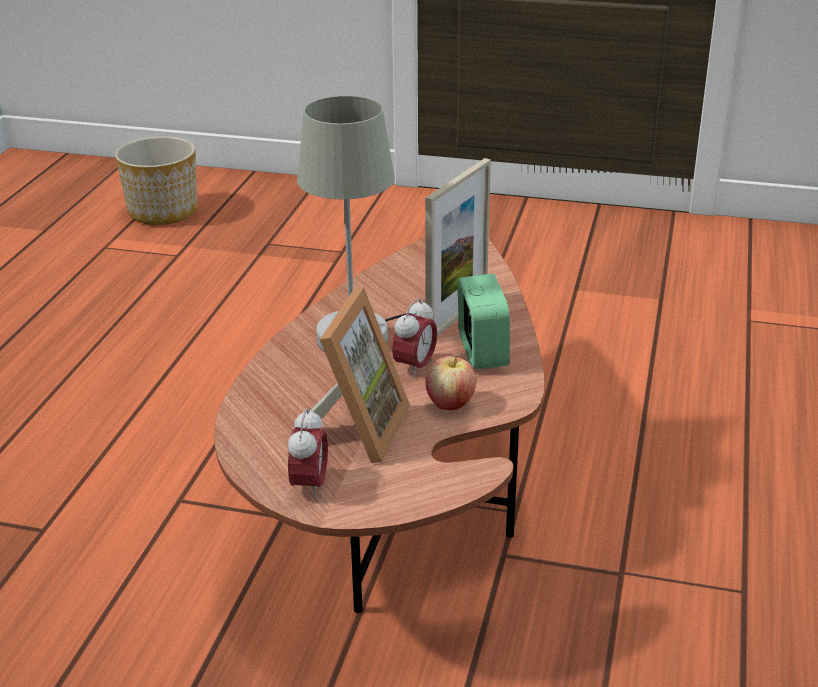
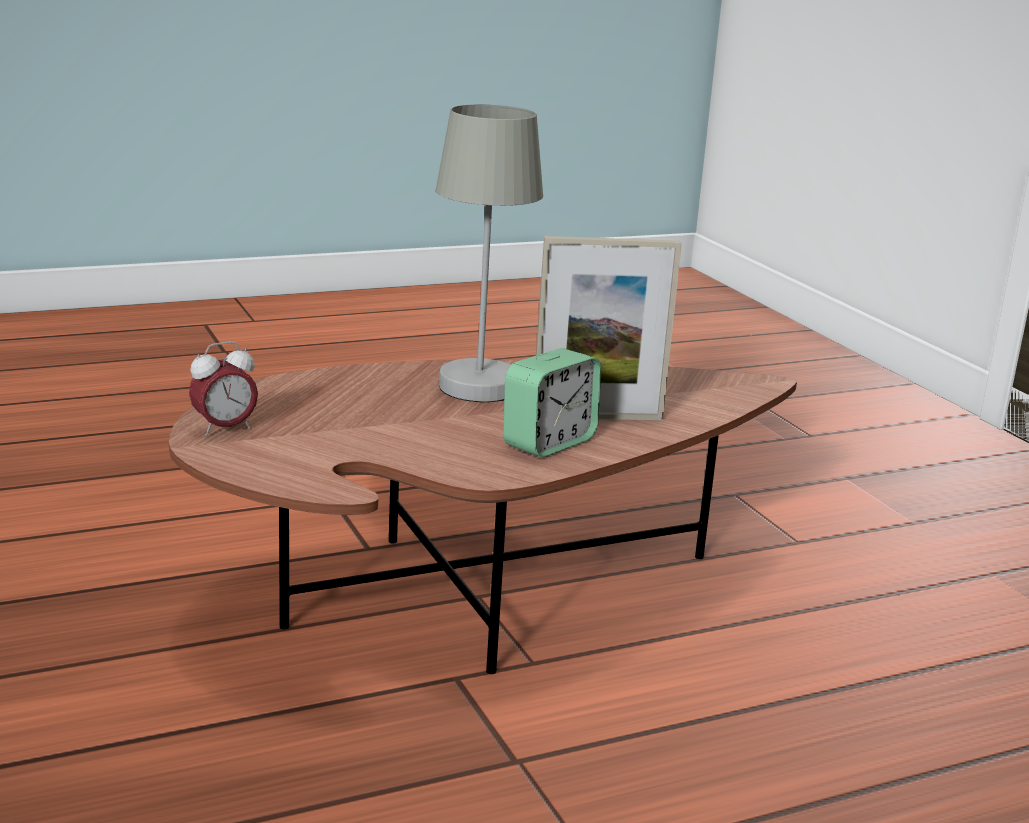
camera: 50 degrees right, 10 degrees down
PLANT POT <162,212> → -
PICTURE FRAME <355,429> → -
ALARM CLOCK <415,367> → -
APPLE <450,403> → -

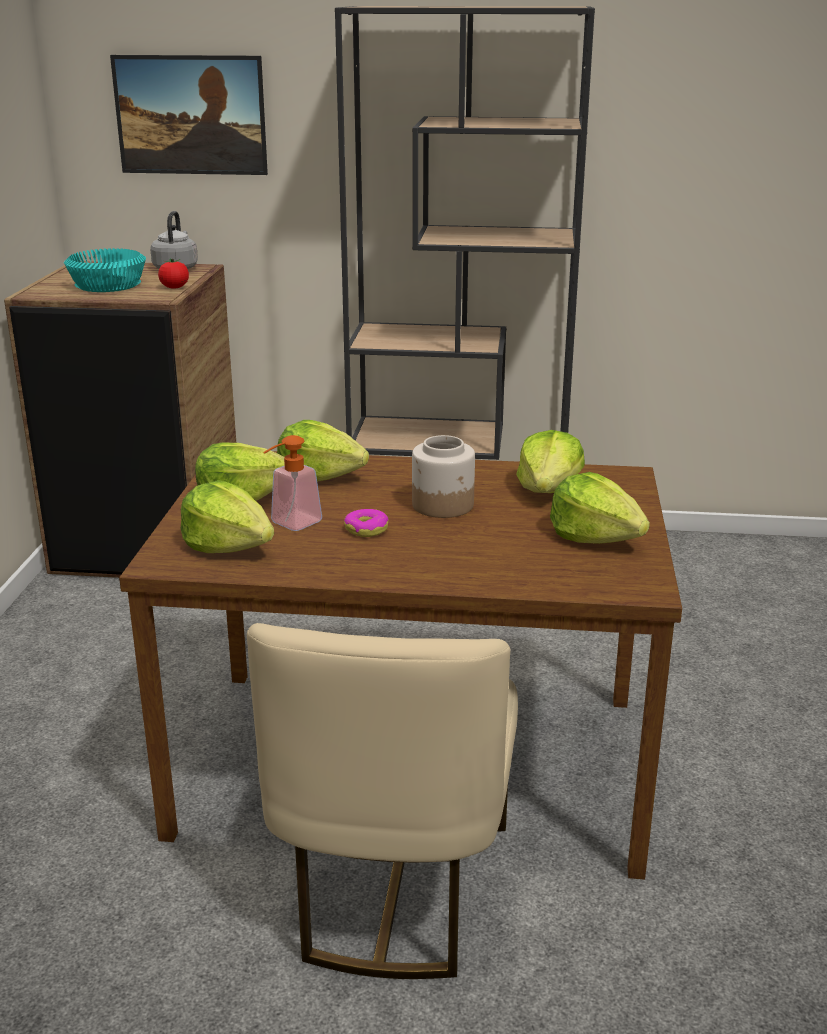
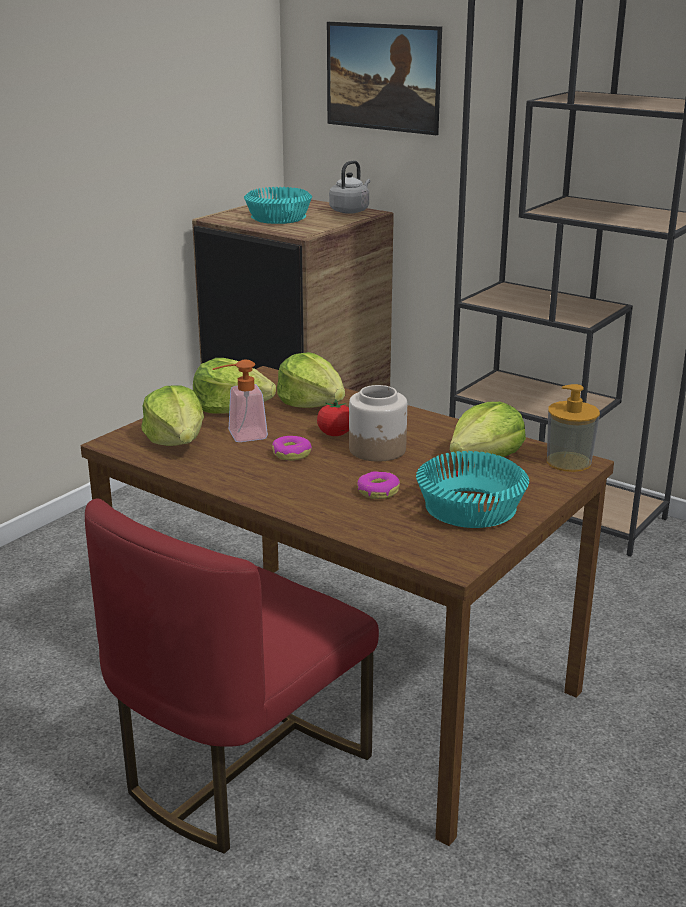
camera: 30 degrees right, 0 degrees up
- → DONUT <378,491>
- → SOAP DISPENSER <568,462>
WHOLE TOMATO <174,288> → WHOLE TOMATO <335,434>, move
HEAD OF LETTUCE <595,537> → BLUE-GREEN DEEP DISH <470,508>
SAND-COLOURED CHAIR <393,888> → RED CHAIR <239,768>

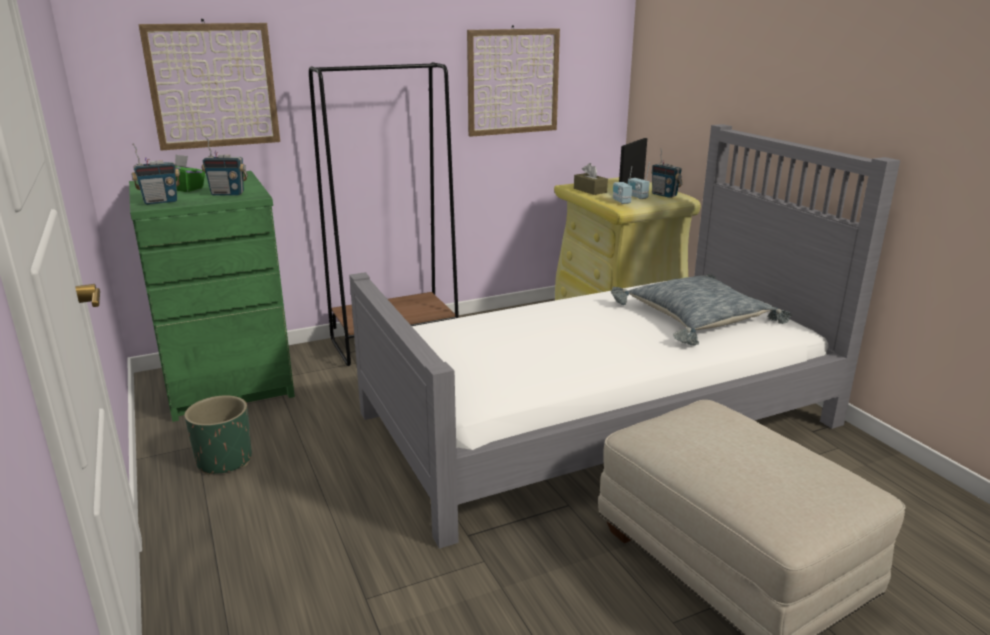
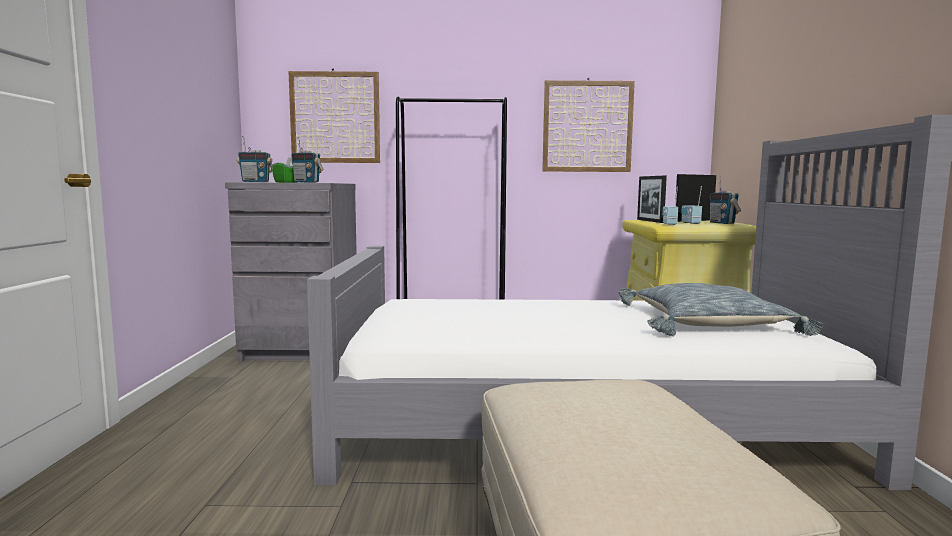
camera: 25 degrees right, 15 degrees down
GREEN-COLOURED PLANT POT <225,460> → -
BROWN-COLOURED TISSUE HOLDER <590,190> → PICTURE FRAME <650,221>
GREEN-COLOURED DRESSER <229,382> → GREYISH DRESSER <303,348>

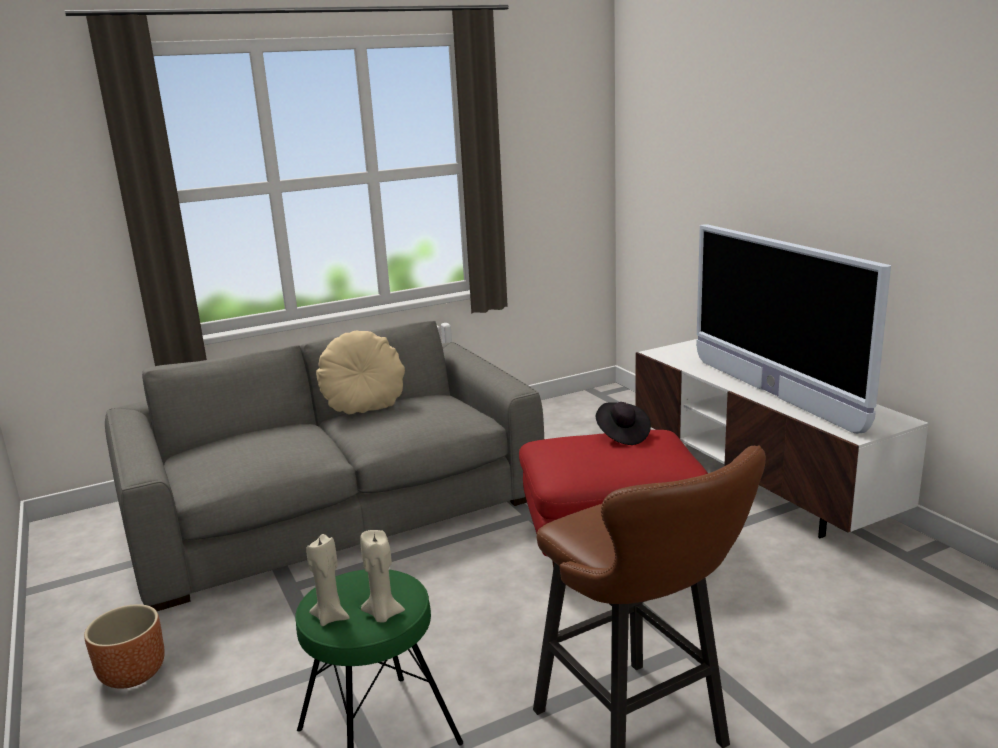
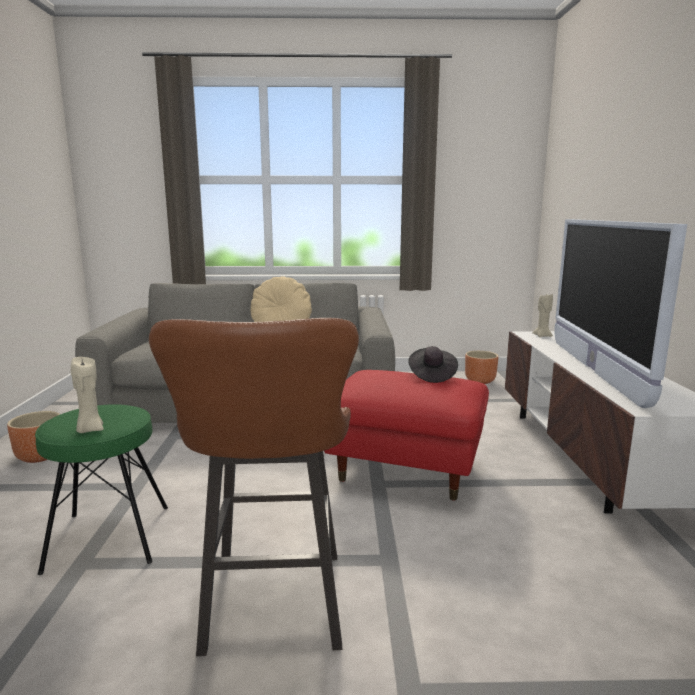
camera: 25 degrees right, 5 degrees down
- → BROWN-COLOURED PLANT POT <479,381>
SAND-COLOURED WAX CANDLE <330,617> → SAND-COLOURED WAX CANDLE <542,336>, move

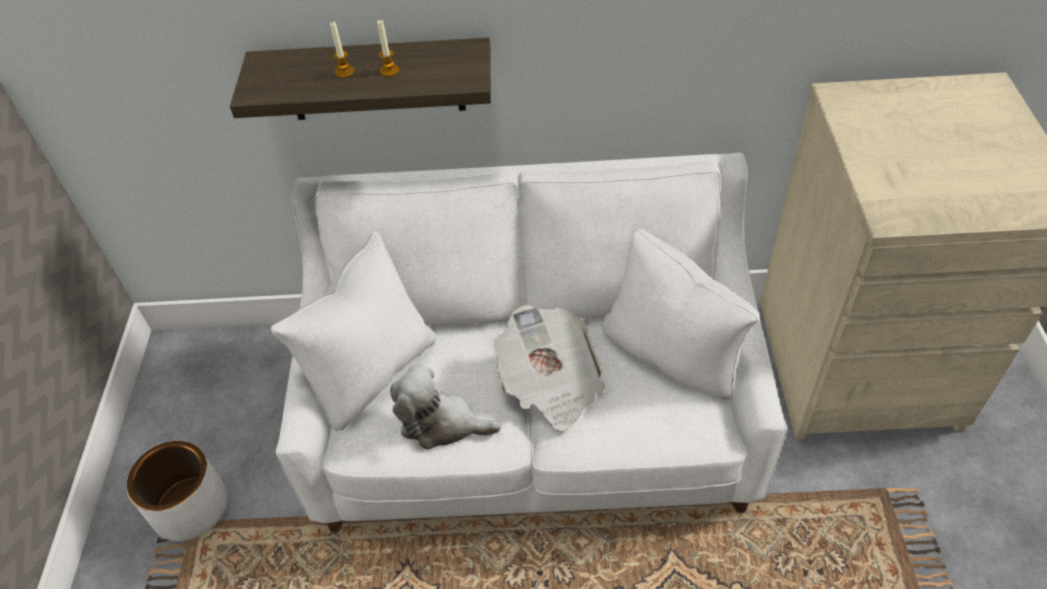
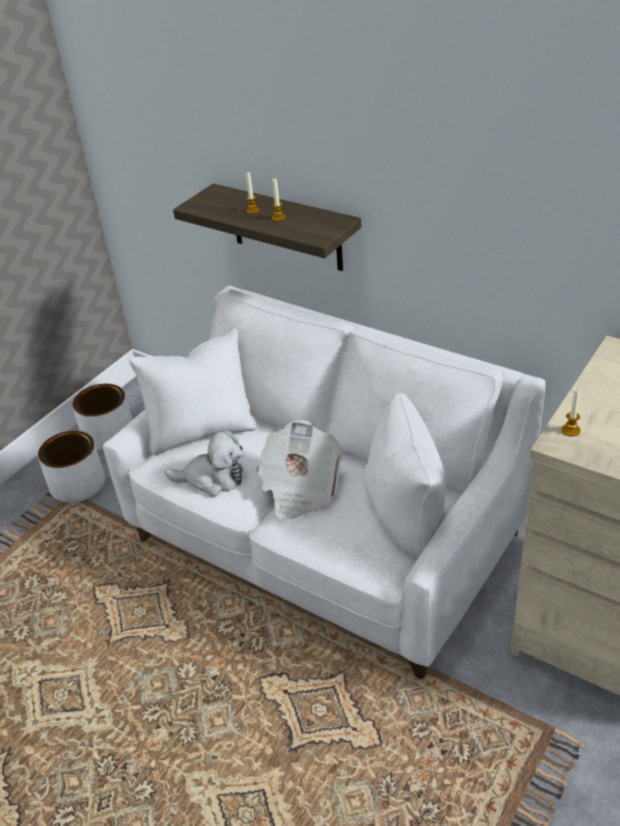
camera: 35 degrees right, 10 degrees down
- → WHITE PLANT POT <108,435>
- → WAX CANDLE <570,430>
CUDDLY TOY <442,423> → CUDDLY TOY <212,478>, 135 degrees clockwise

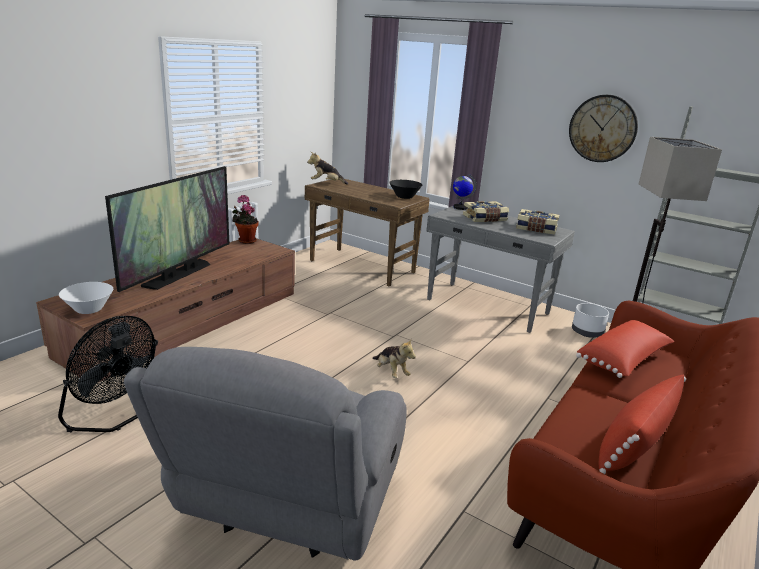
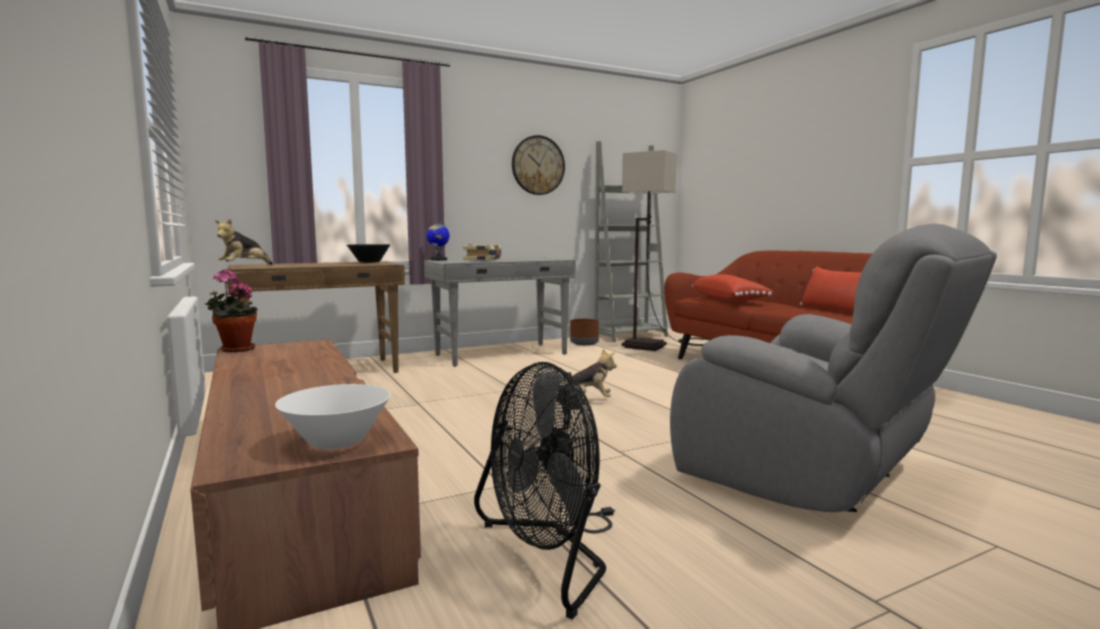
camera: 60 degrees left, 15 degrees down
TV SET <178,275> → -
VOLUME <536,229> → -
WHITE PLANT POT <586,332> → BROWN-COLOURED PLANT POT <584,343>

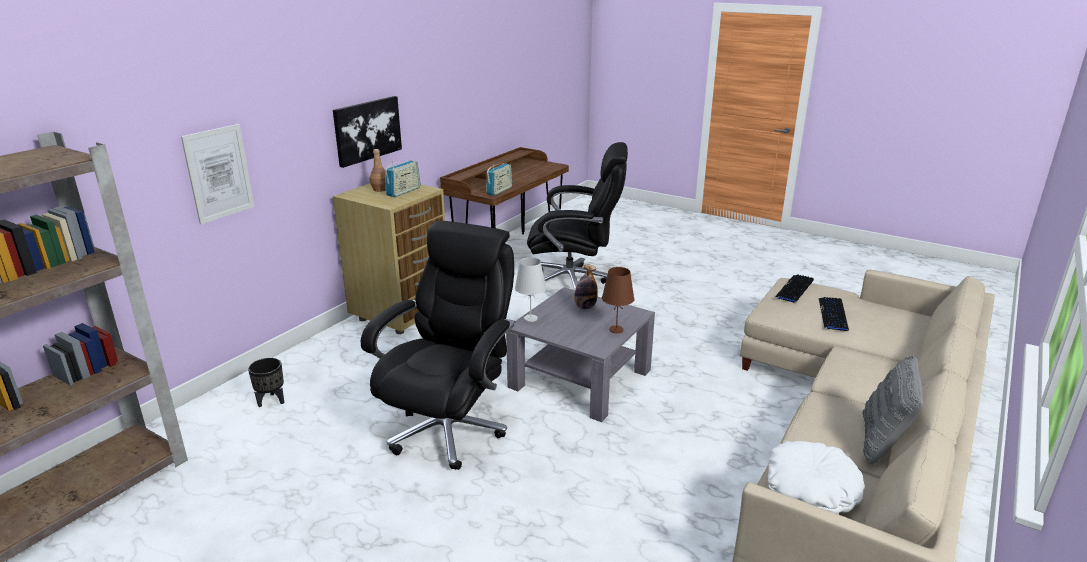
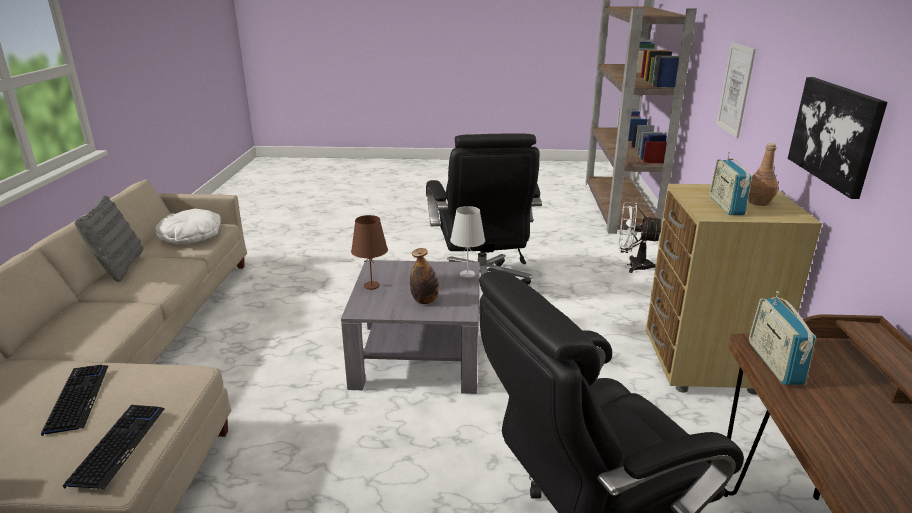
camera: 150 degrees right, 0 degrees up
BLACK PLANT POT <271,401> → WHITE ELECTRIC FAN <633,265>

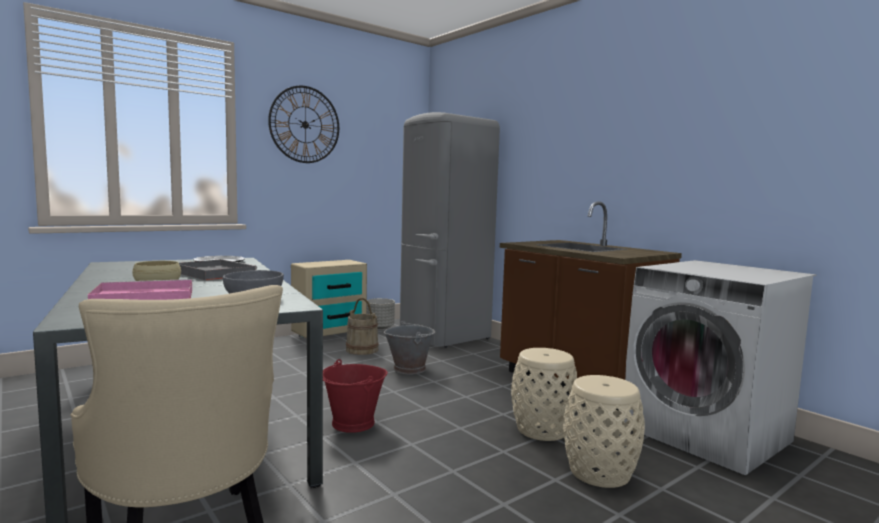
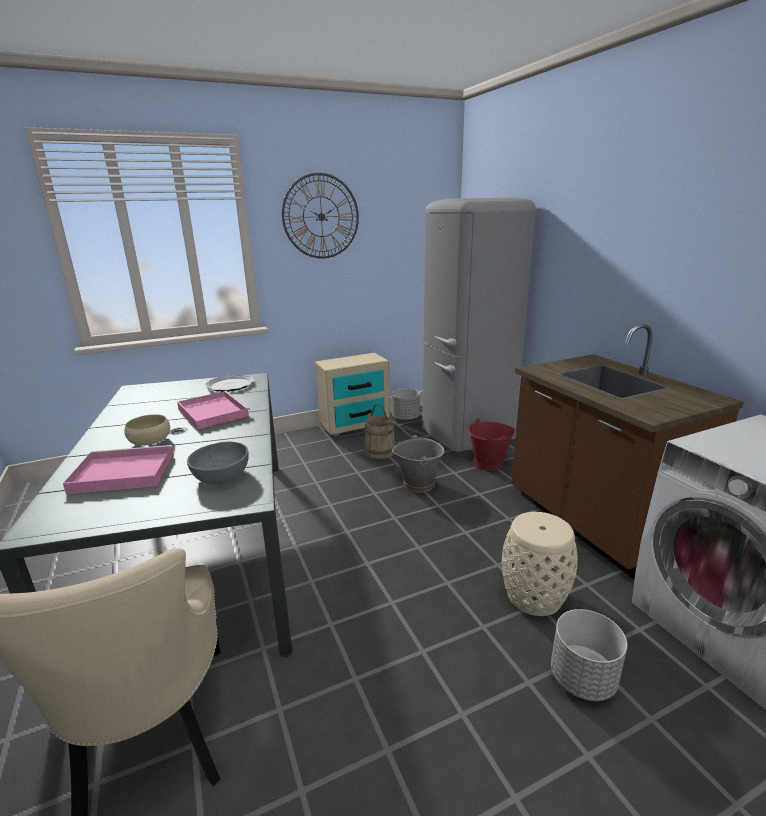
camera: 15 degrees right, 15 degrees up
RED PAIL <353,423> → RED PAIL <488,463>, move
SAND-COLOURED STOOL <599,472> → GREYISH PLANT POT <582,678>
GREYISH TRAY <213,273> → PINK-COLOURED TRAY <212,412>

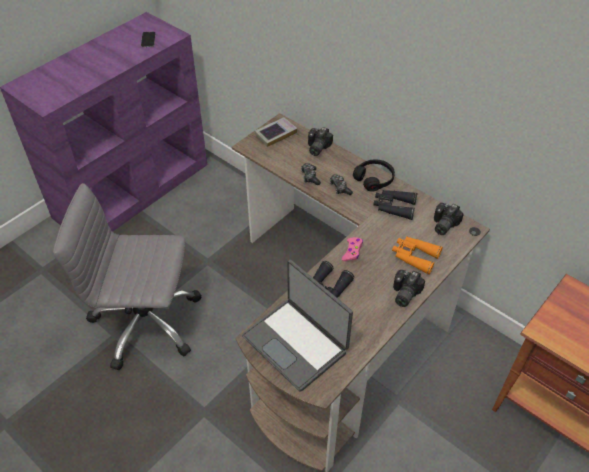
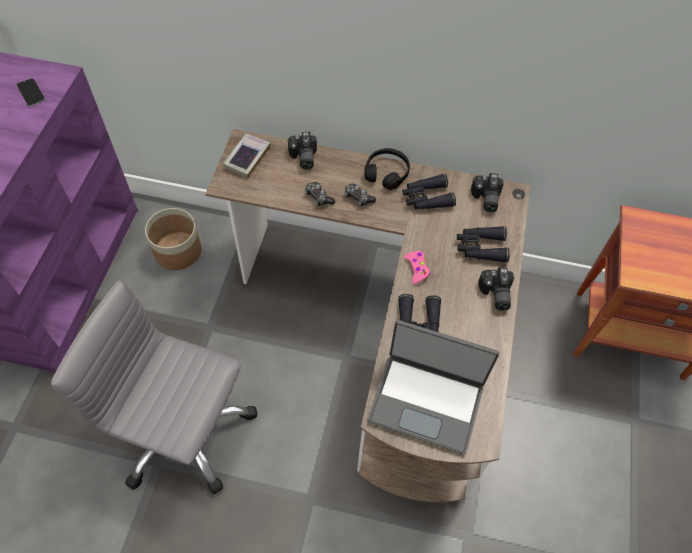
camera: 30 degrees left, 10 degrees up
- → PLANT POT <178,251>
ORANGE PAIR OF BINOCULARS <414,257> → BLACK PAIR OF BINOCULARS <480,247>
GREYISH DESK CHAIR <146,322> → GREYISH DESK CHAIR <184,431>, 45 degrees clockwise

